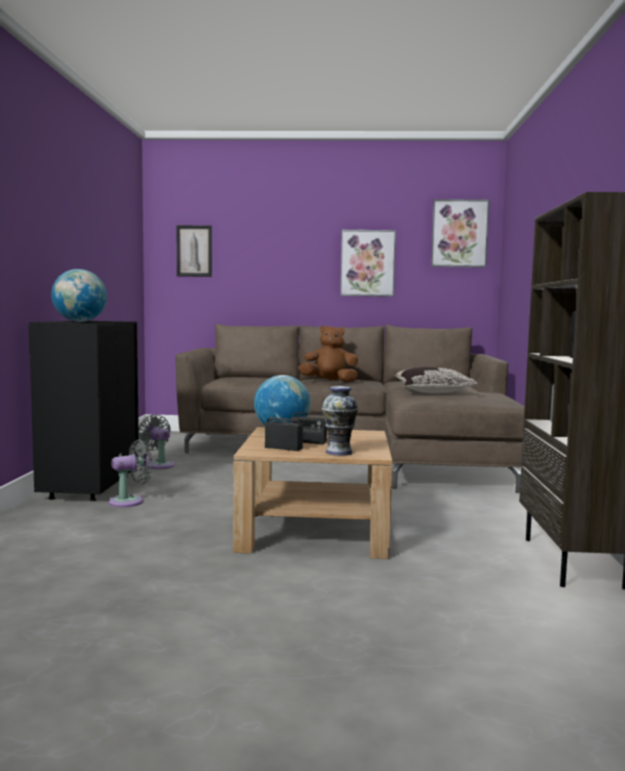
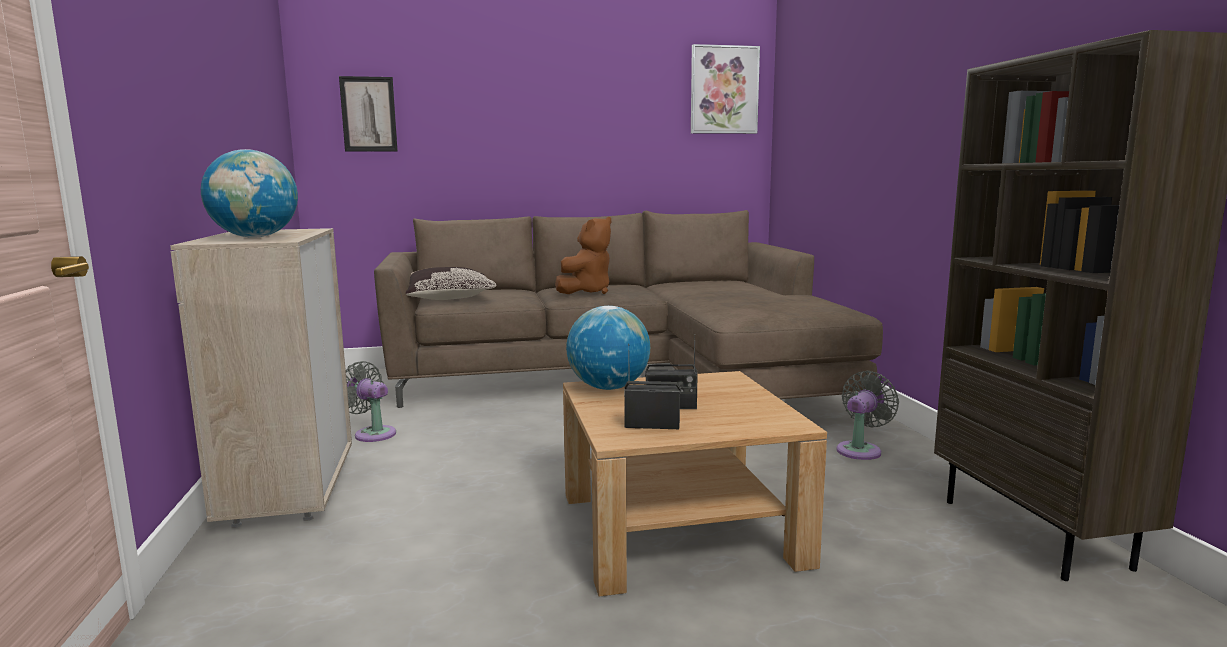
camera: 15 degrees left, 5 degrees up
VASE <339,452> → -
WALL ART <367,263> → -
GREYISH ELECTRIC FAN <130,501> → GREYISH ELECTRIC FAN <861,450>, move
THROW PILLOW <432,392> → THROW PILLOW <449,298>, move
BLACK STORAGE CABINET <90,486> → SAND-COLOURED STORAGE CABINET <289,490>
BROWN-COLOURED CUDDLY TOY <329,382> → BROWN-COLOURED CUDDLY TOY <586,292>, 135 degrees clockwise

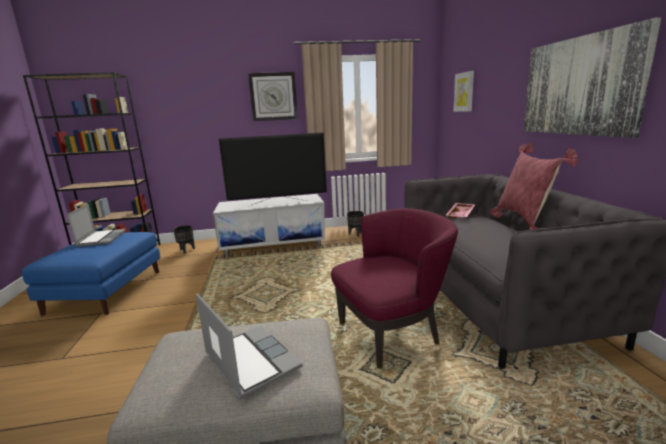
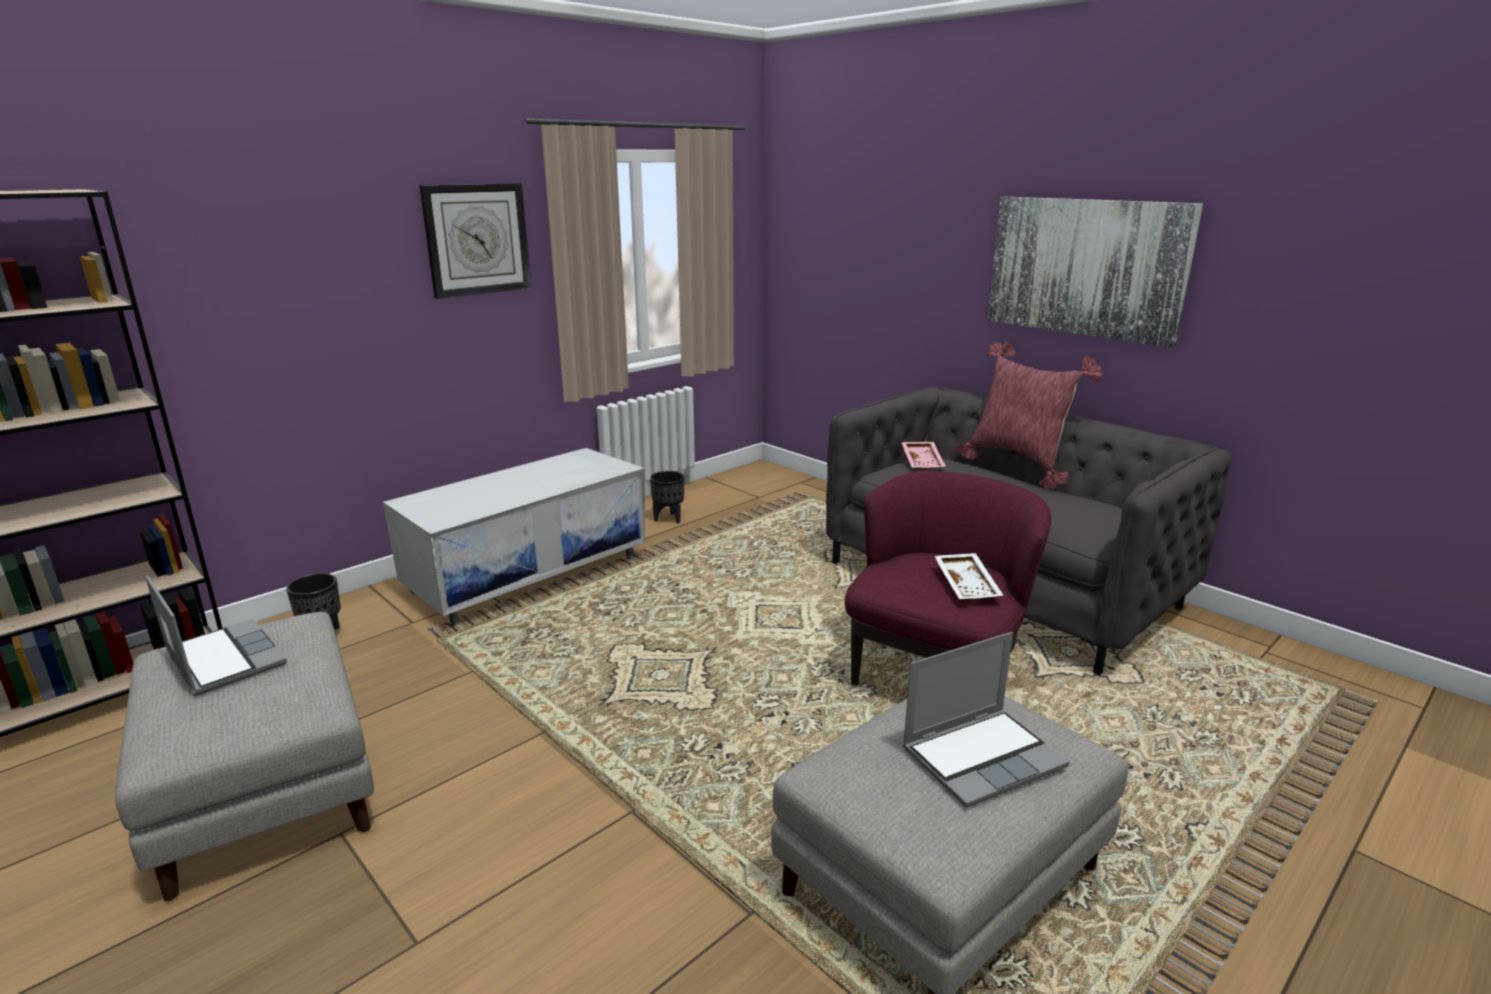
camera: 35 degrees left, 5 degrees up
TV SET <278,203> → -
WALL ART <464,92> → -
- → WHITE TRAY <968,585>
BLUISH FOOTREST <107,291> → GREYISH FOOTREST <264,787>
PORTABLE COMPUTER <249,361> → PORTABLE COMPUTER <983,757>, 135 degrees clockwise

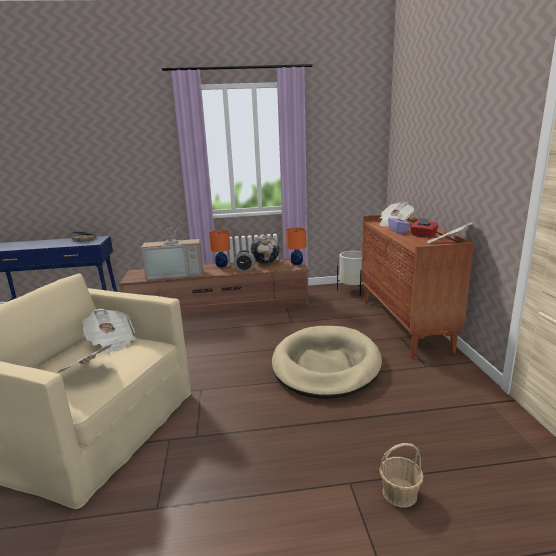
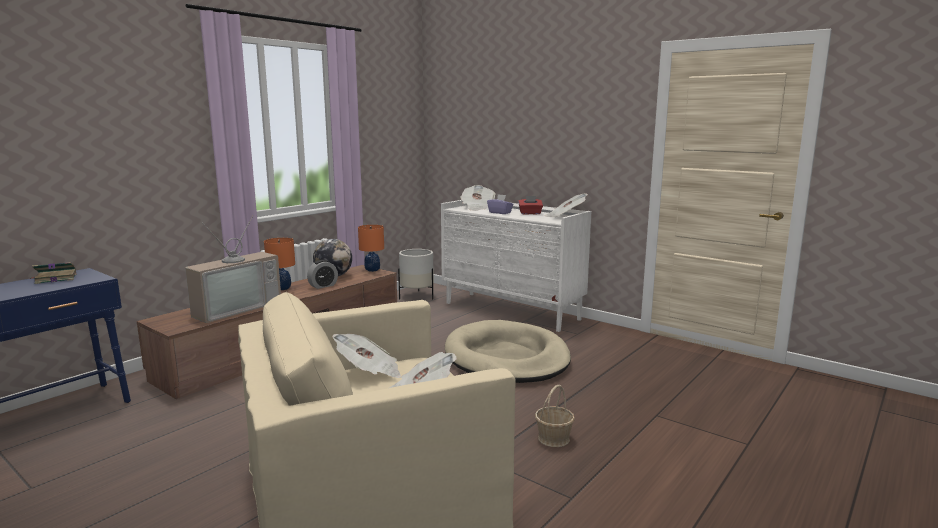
camera: 45 degrees left, 5 degrees down
STORAGE BASKET <400,493> → STORAGE BASKET <554,438>, move
BROWN-COLOURED STORAGE CABINET <403,325> → WHITE STORAGE CABINET <511,311>

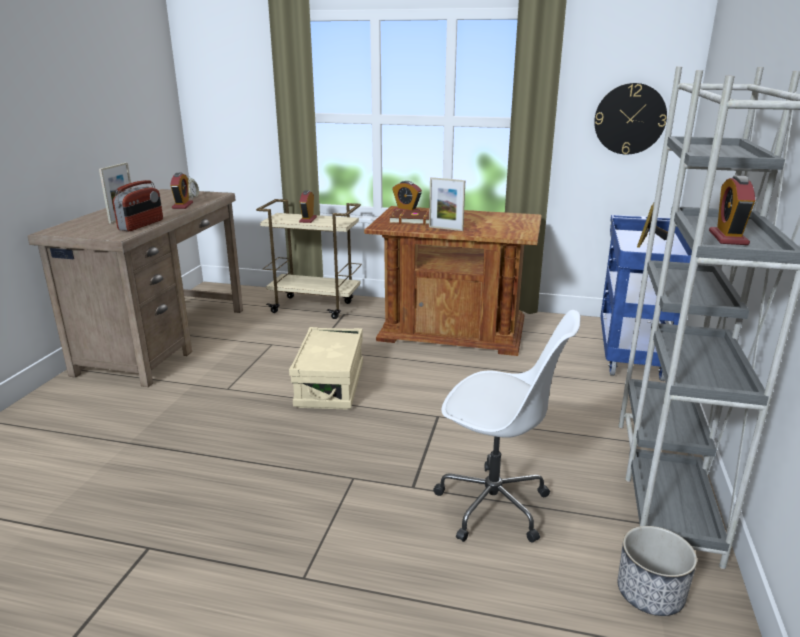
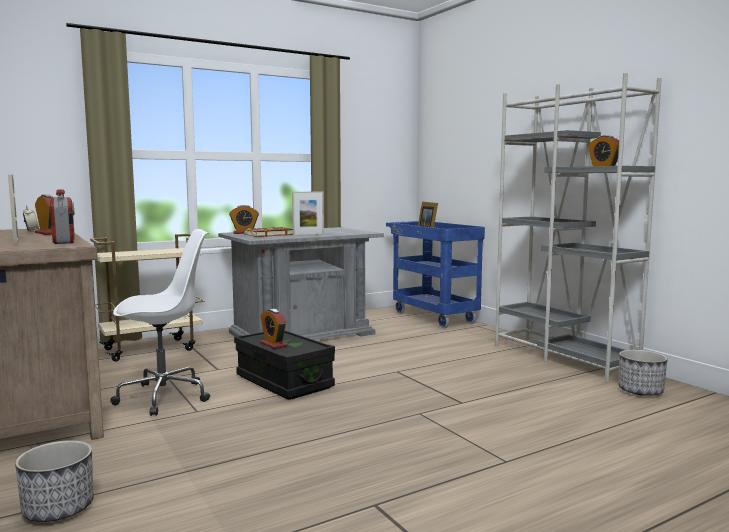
camera: 45 degrees left, 15 degrees down
HANGING CLOCK <629,119> → -
- → PLANT POT <58,509>
ALARM CLOCK <308,220> → ALARM CLOCK <273,344>, move
WHITE DESK CHAIR <496,506> → WHITE DESK CHAIR <166,397>, move
SAND-COLOURED STORAGE BOX <330,385> → BLACK STORAGE BOX <284,382>
BROWN-COLOURED STORAGE CABINET <453,329> → GREYISH STORAGE CABINET <302,333>

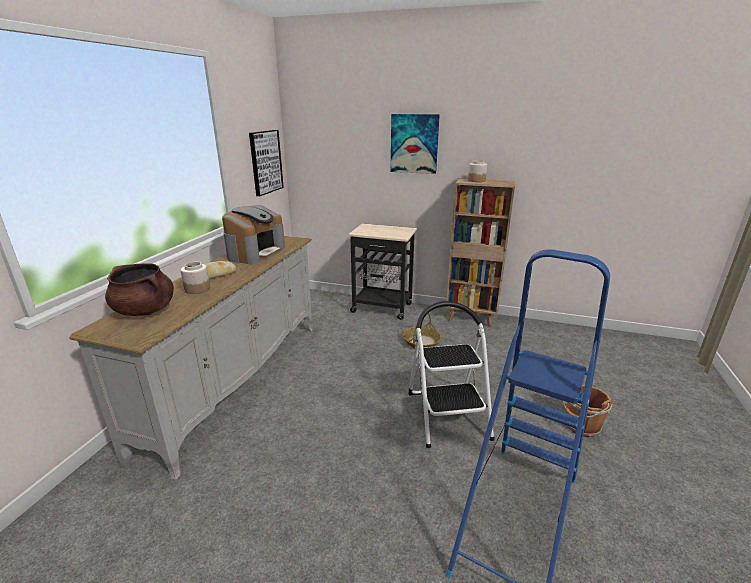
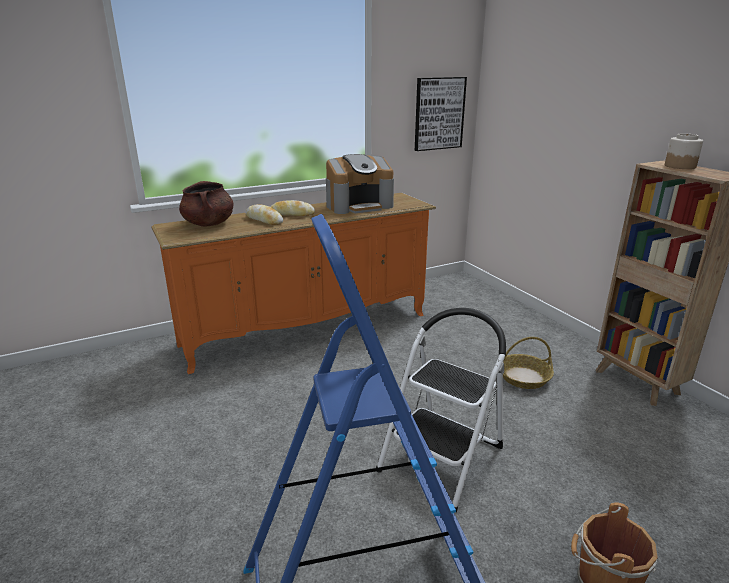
camera: 45 degrees right, 0 degrees up
CART <383,308> → -
WALL ART <414,144> → -
JAR <198,289> → BAKED BREAD <264,220>
GREYISH STORAGE CABINET <239,381> → ORANGE STORAGE CABINET <308,330>

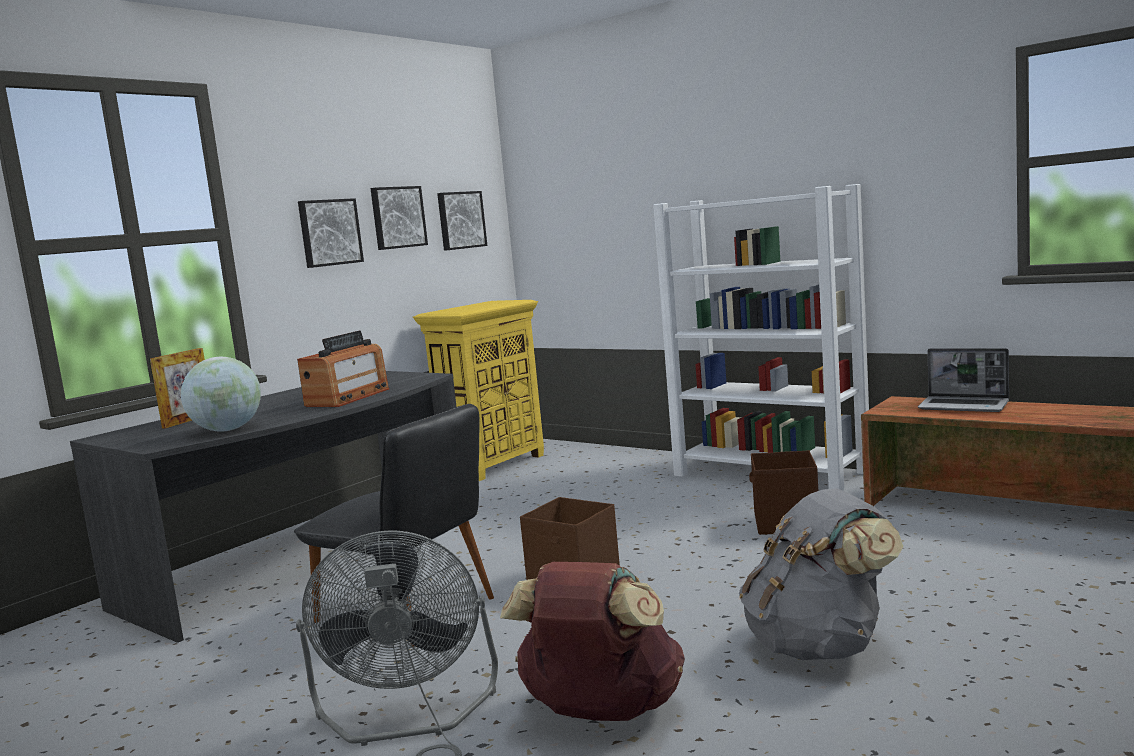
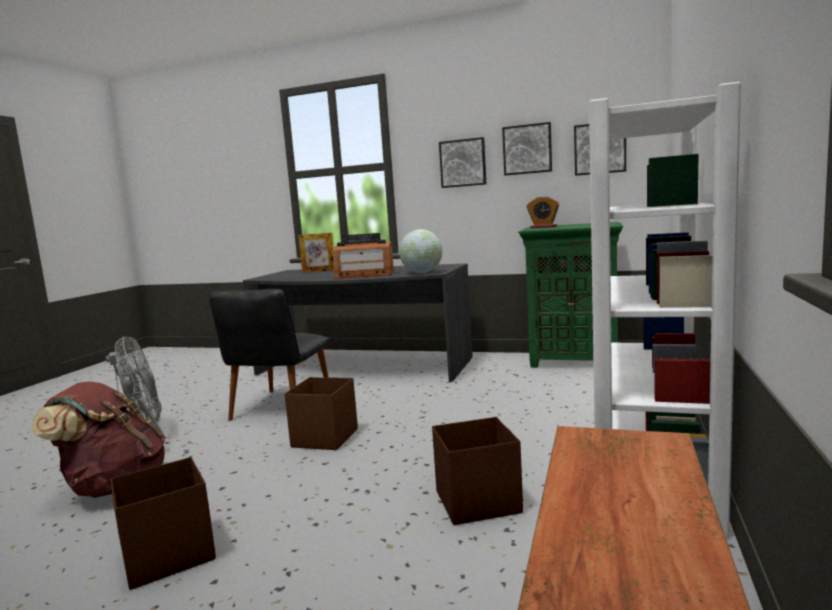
camera: 70 degrees right, 0 degrees up
PORTABLE COMPUTER <965,406> → -
- → ALARM CLOCK <543,227>
GLOBE <227,430> → GLOBE <422,272>, move
GREYISH KNAPSACK <820,646> → BROWN-COLOURED STORAGE BOX <167,556>
YELLOW-COLOURED STORAGE CABINET <494,464> → GREEN-COLOURED STORAGE CABINET <575,362>

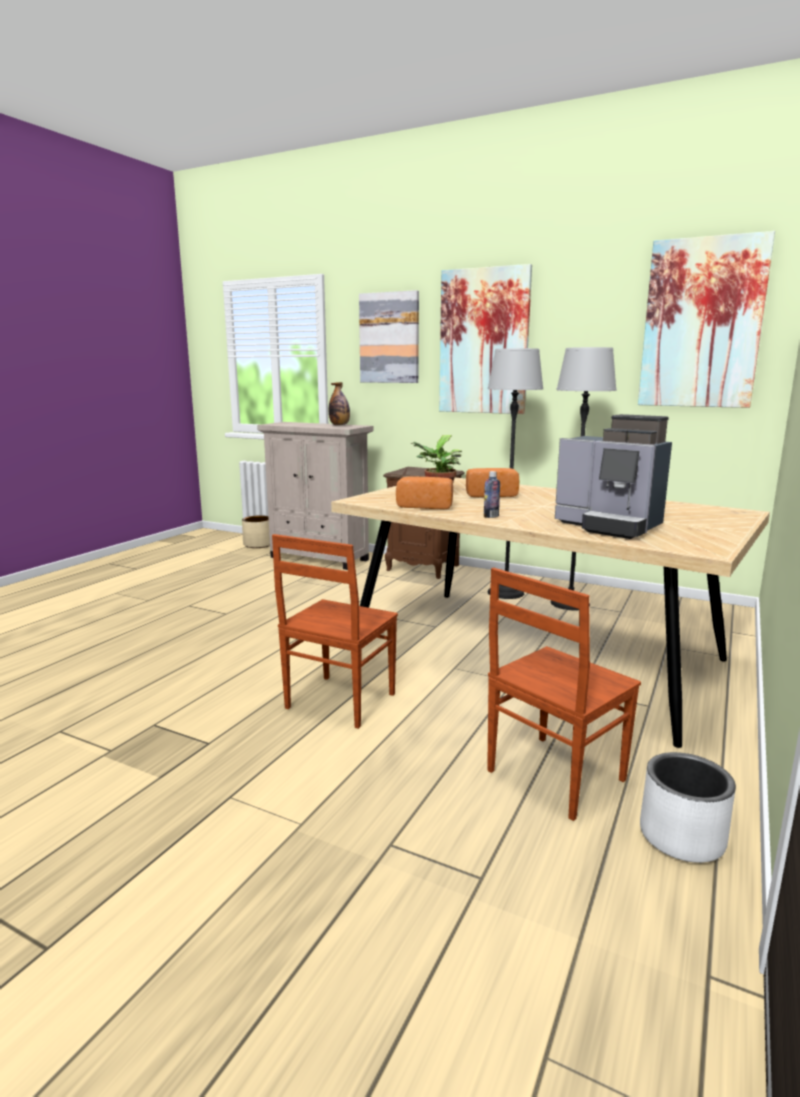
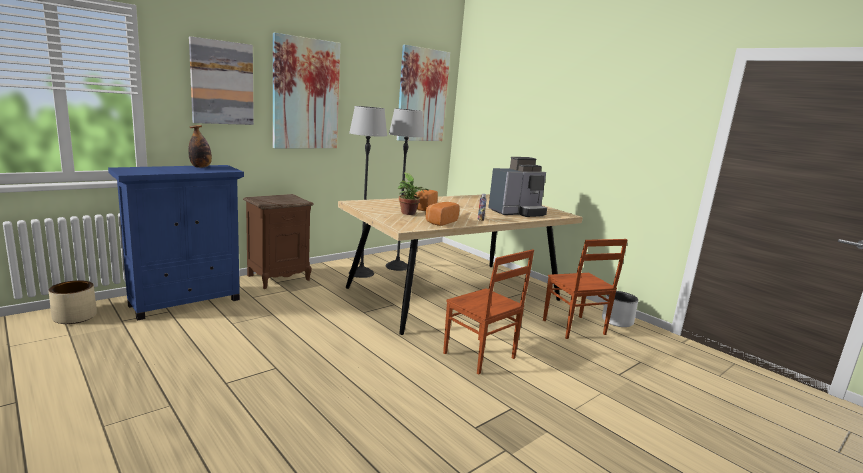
camera: 70 degrees left, 0 degrees up
SAND-COLOURED STORAGE CABINET <320,558> → BLUISH STORAGE CABINET <186,302>

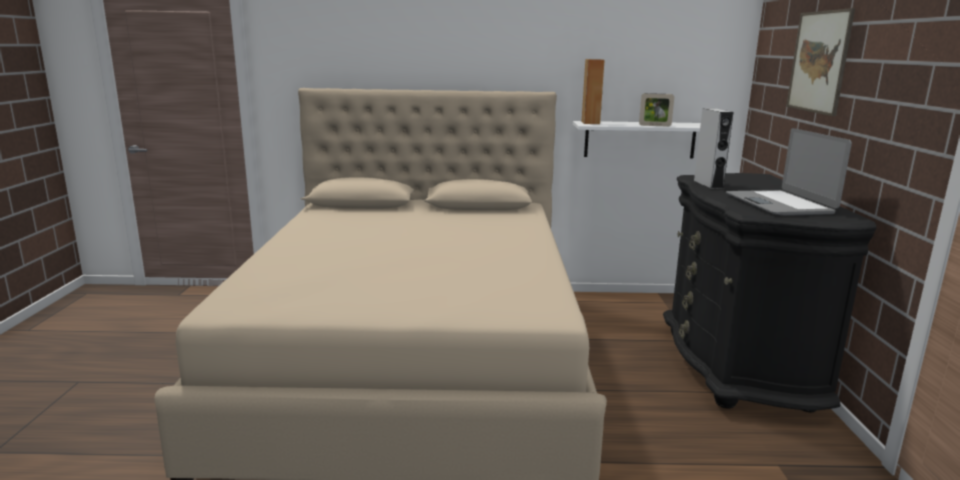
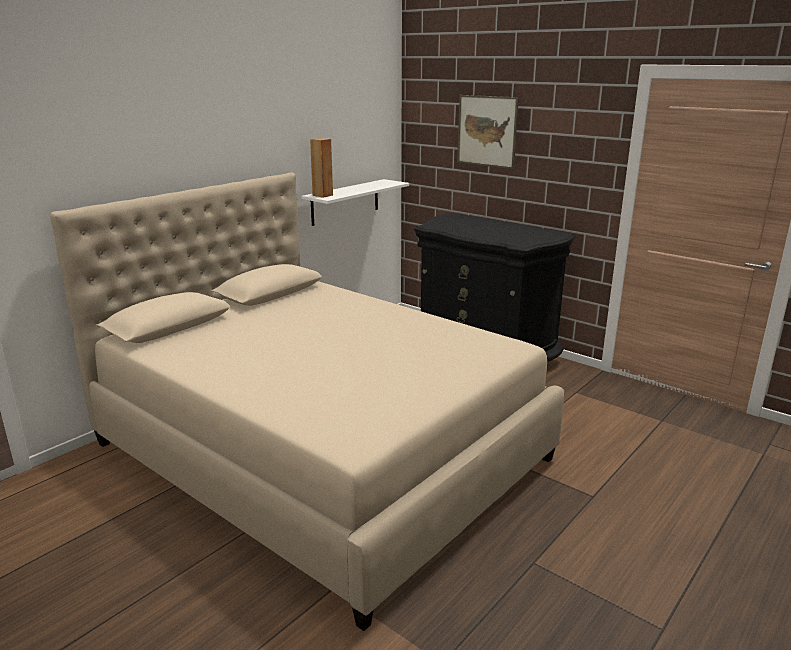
camera: 50 degrees left, 5 degrees up
PICTURE FRAME <654,125> → -
GREYISH SPEAKER <708,184> → -
PORTABLE COMPUTER <779,204> → -

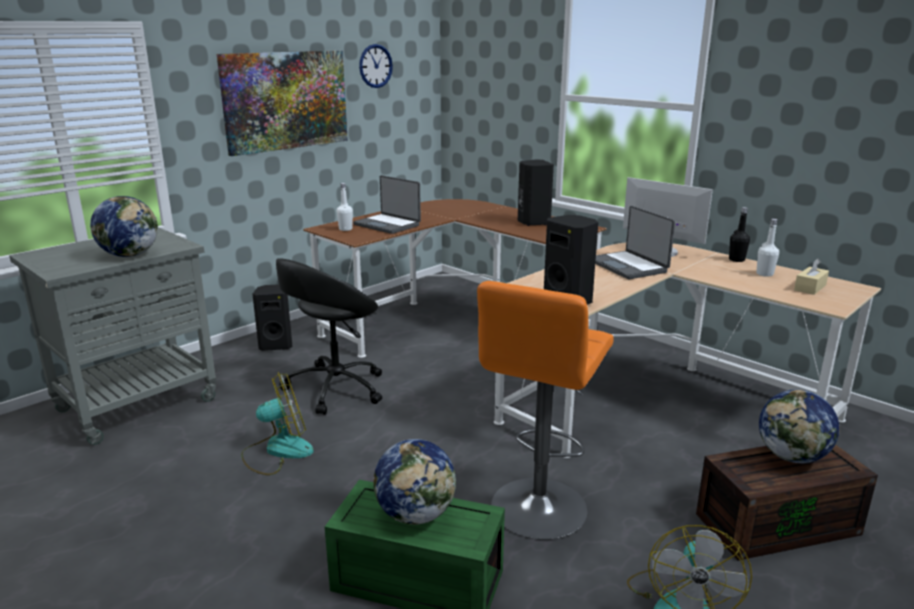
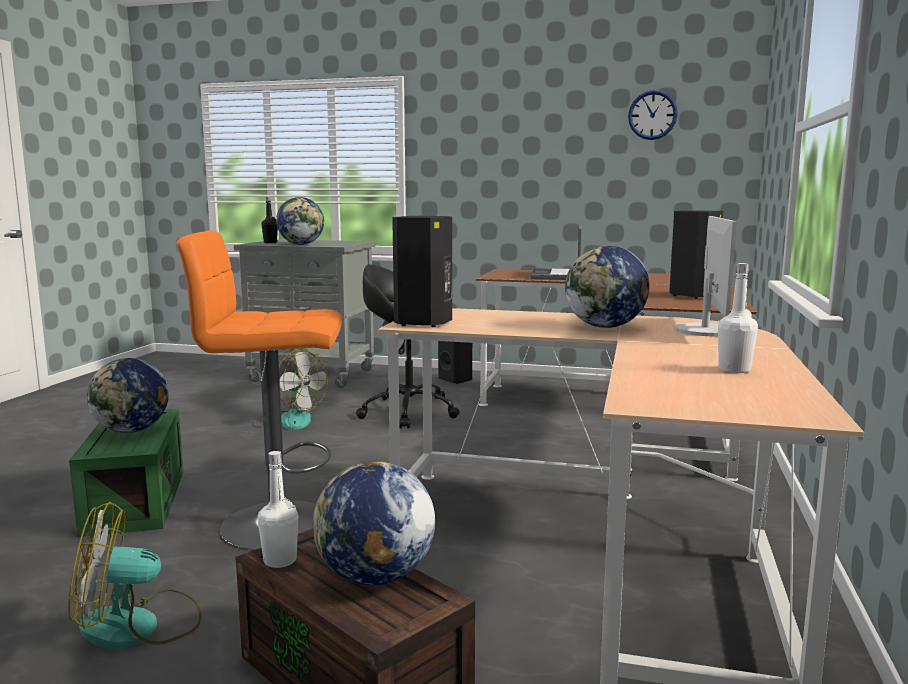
camera: 60 degrees right, 10 degrees down
WALL ART <286,100> → -
SAND-COLOURED TISSUE HOLDER <810,287> → -
WHITE DRINK BOTTLE <345,229> → WHITE DRINK BOTTLE <280,560>, move
BLACK DRINK BOTTLE <736,260> → BLACK DRINK BOTTLE <270,243>, move
PORTABLE COMPUTER <629,266> → GLOBE <605,327>

